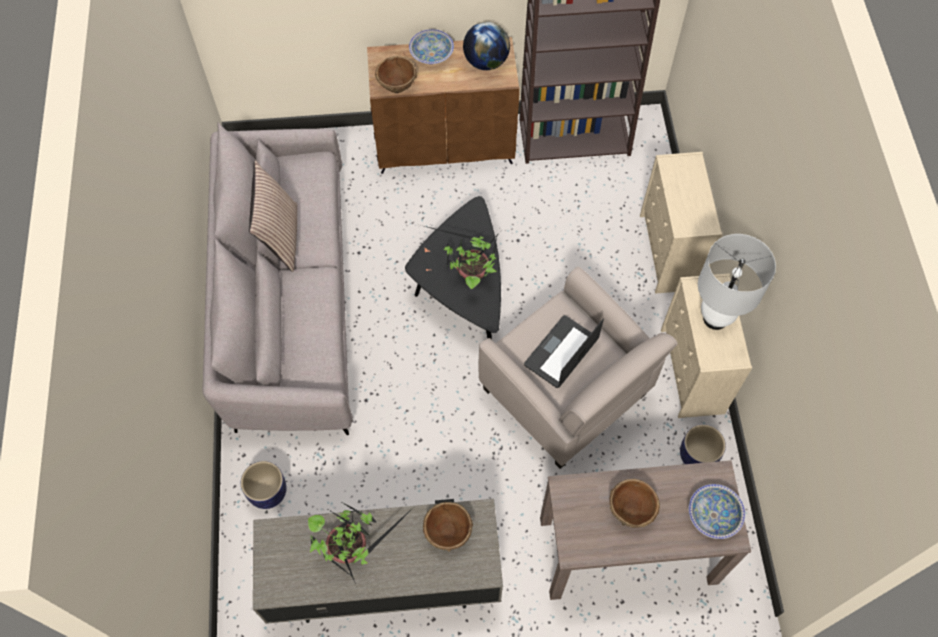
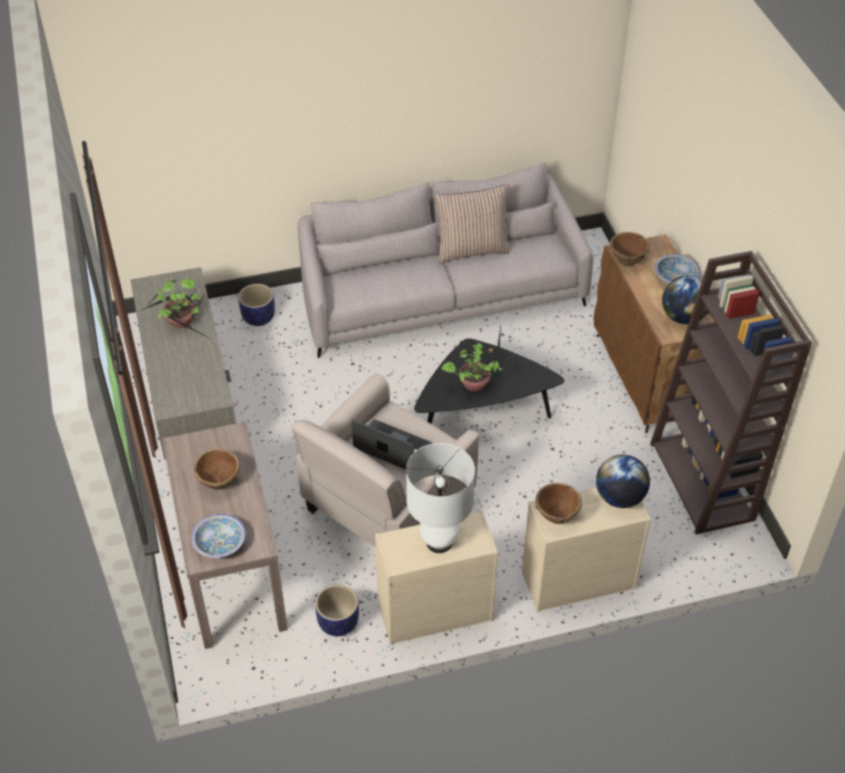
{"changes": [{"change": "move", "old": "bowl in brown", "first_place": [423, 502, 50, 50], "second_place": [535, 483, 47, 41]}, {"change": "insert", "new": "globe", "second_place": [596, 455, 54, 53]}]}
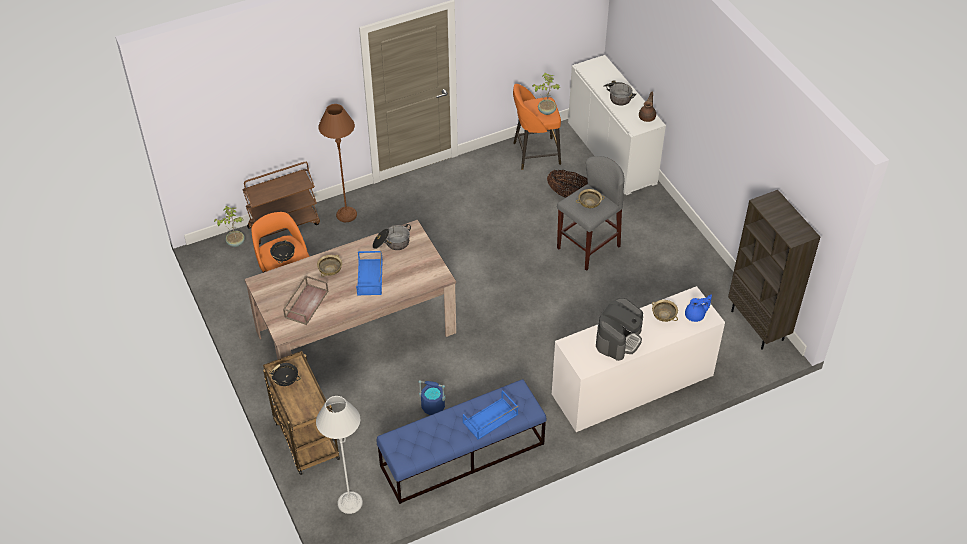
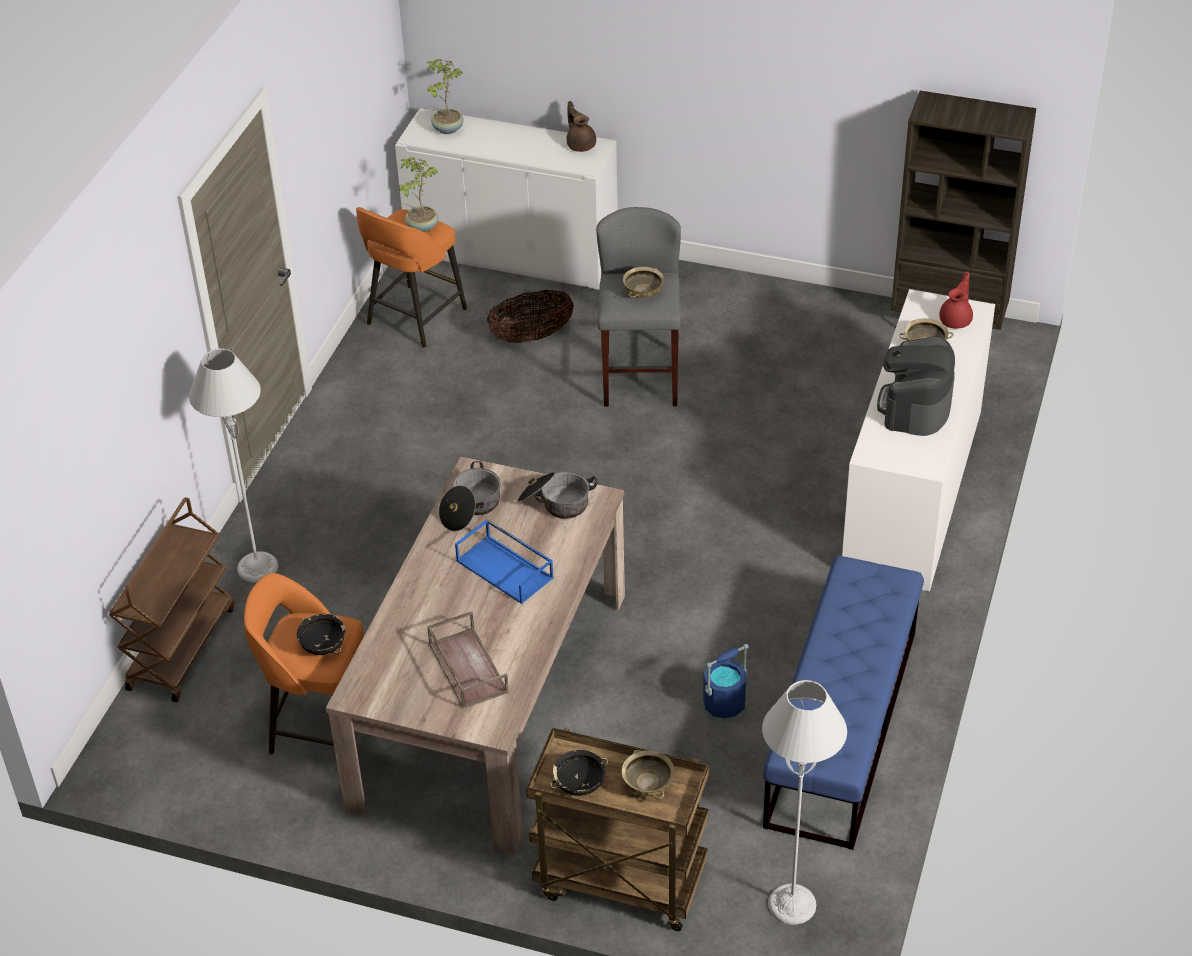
{"changes": [{"change": "move", "old": "potted plant", "first_place": [214, 206, 31, 41], "second_place": [427, 59, 37, 75]}, {"change": "move", "old": "bowl in beige", "first_place": [317, 255, 25, 22], "second_place": [622, 750, 53, 49]}, {"change": "recolor", "old": "floor lamp in brown", "new": "floor lamp in grey", "first_place": [318, 104, 39, 118], "second_place": [189, 348, 89, 235]}, {"change": "delete", "old": "tray in blue", "first_place": [463, 390, 55, 50]}, {"change": "rotate", "old": "coffee machine", "first_place": [596, 298, 47, 63], "second_place": [877, 336, 78, 100], "degrees": -150}, {"change": "move", "old": "cooking pot", "first_place": [604, 80, 32, 26], "second_place": [518, 471, 79, 48]}, {"change": "recolor", "old": "teapot in blue", "new": "teapot in red", "first_place": [685, 295, 27, 27], "second_place": [939, 272, 34, 56]}]}
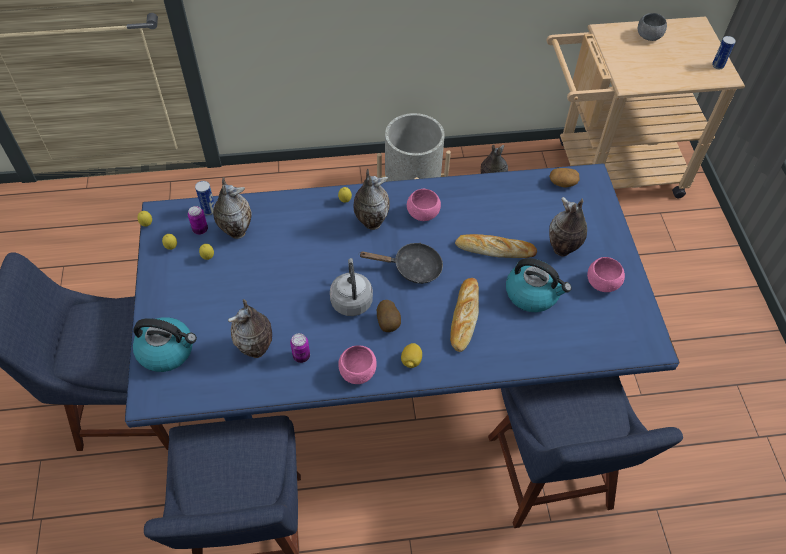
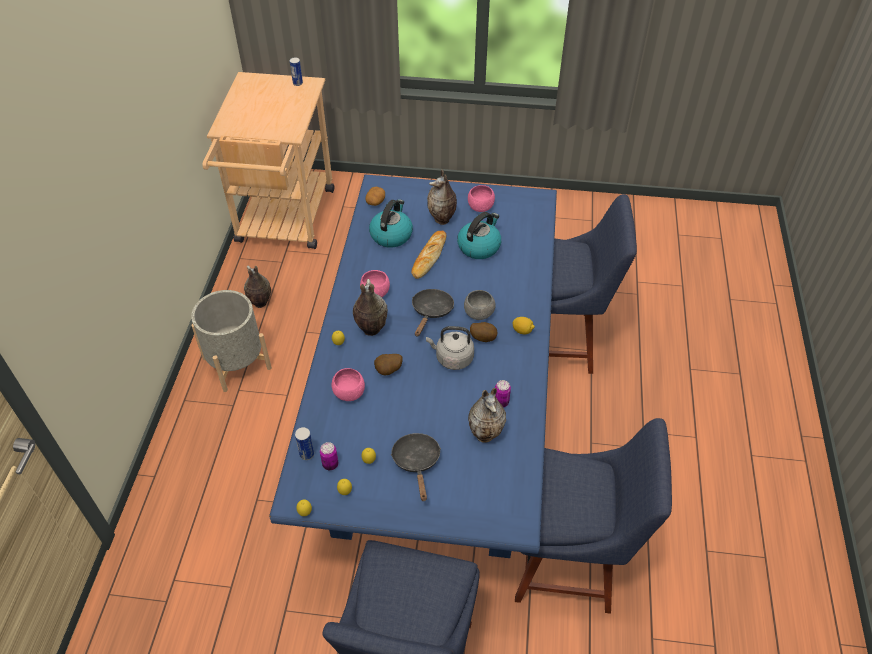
{"changes": [{"change": "move", "old": "kettle", "first_place": [133, 317, 64, 55], "second_place": [369, 199, 44, 49]}, {"change": "delete", "old": "vase", "first_place": [213, 177, 39, 62]}, {"change": "move", "old": "bowl in pink", "first_place": [338, 345, 39, 39], "second_place": [332, 368, 33, 33]}, {"change": "delete", "old": "bread", "first_place": [450, 278, 29, 74]}, {"change": "move", "old": "bowl in grey", "first_place": [638, 13, 29, 28], "second_place": [464, 290, 32, 30]}, {"change": "insert", "new": "potato", "second_place": [374, 354, 29, 21]}, {"change": "insert", "new": "frying pan in black", "second_place": [391, 433, 50, 68]}]}
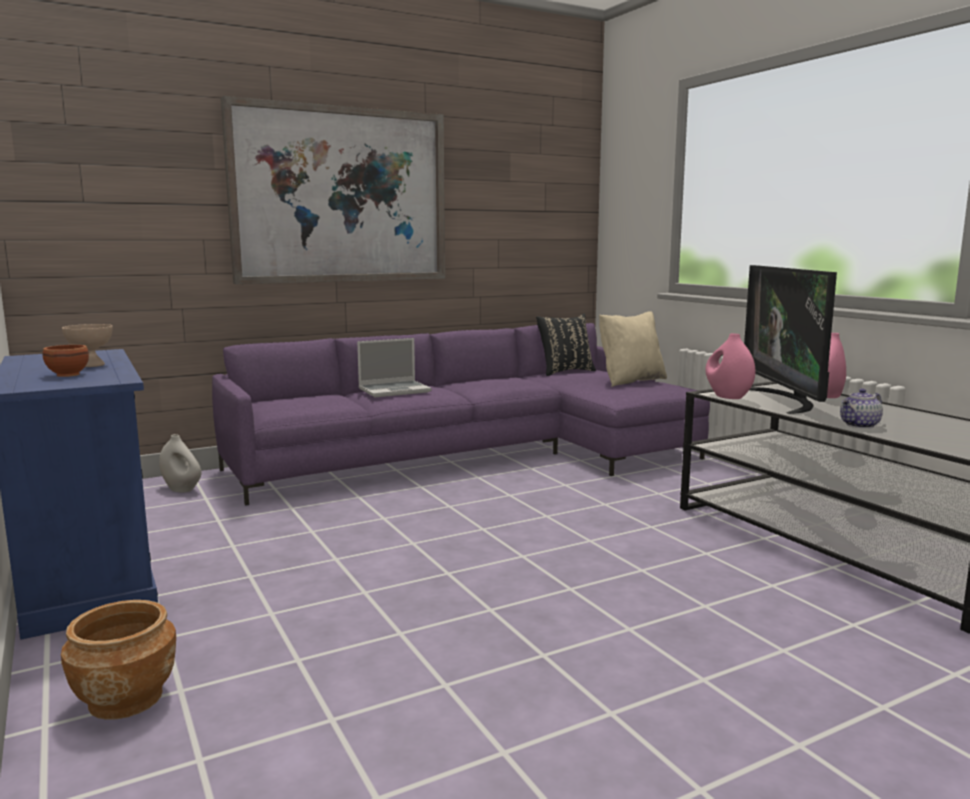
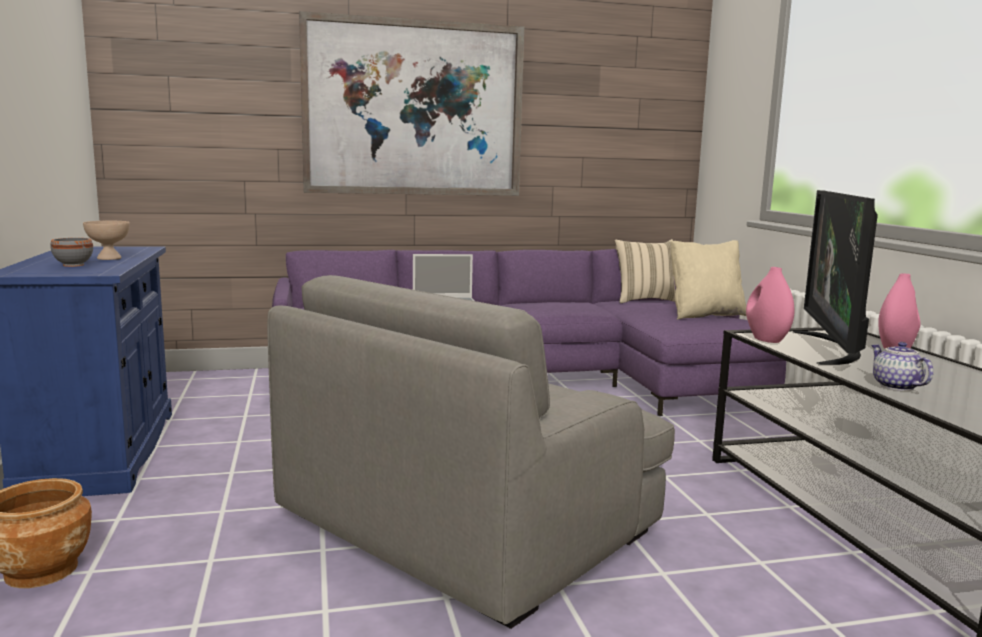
{"changes": [{"change": "recolor", "old": "bowl in brown", "new": "bowl in grey", "first_place": [43, 345, 46, 32], "second_place": [51, 238, 42, 29]}, {"change": "delete", "old": "vase in white", "first_place": [159, 434, 43, 59]}, {"change": "recolor", "old": "pillow in black", "new": "pillow in beige", "first_place": [536, 314, 60, 62], "second_place": [615, 239, 60, 64]}, {"change": "rotate", "old": "teapot", "first_place": [840, 388, 43, 41], "second_place": [871, 342, 62, 49], "degrees": 90}, {"change": "insert", "new": "armchair in grey", "second_place": [267, 275, 408, 354]}]}
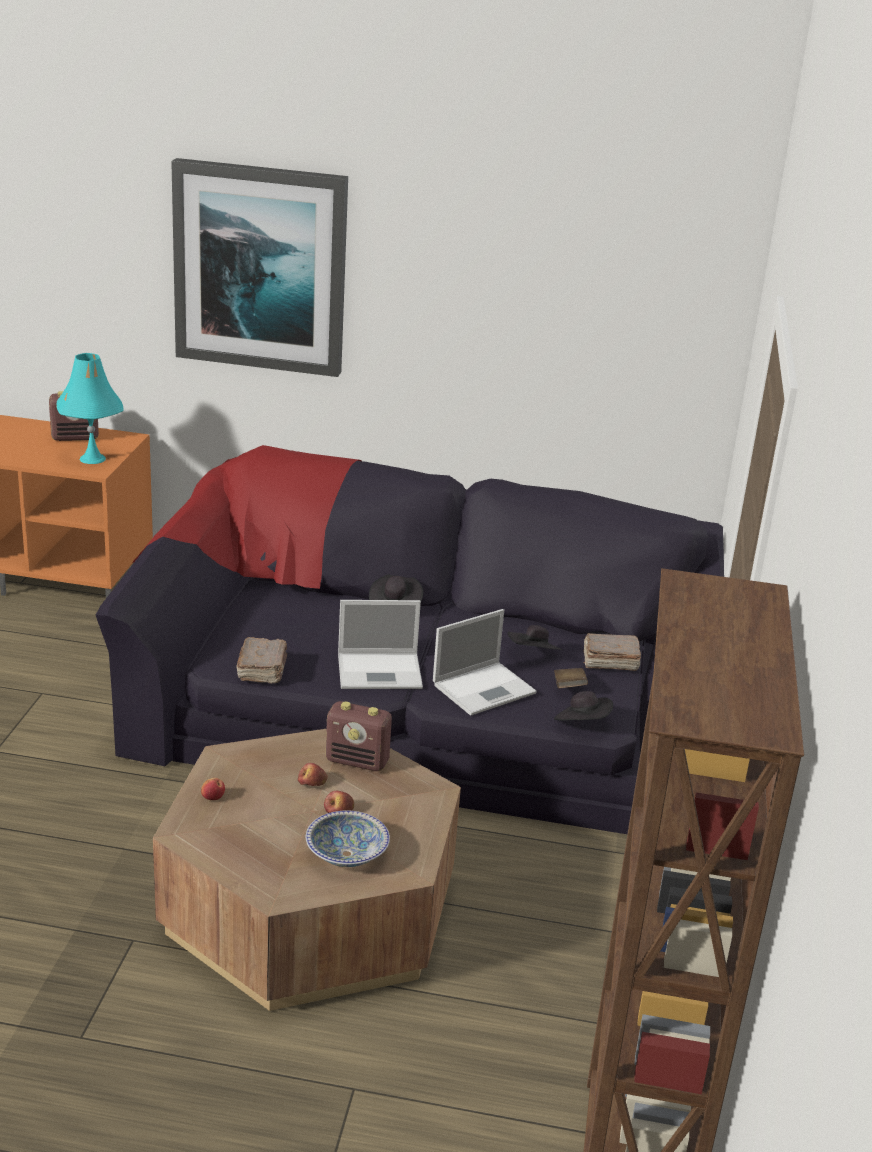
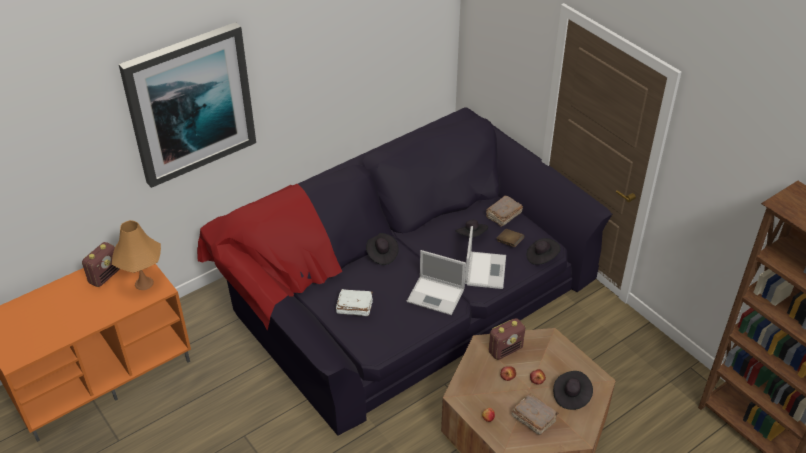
{"changes": [{"change": "recolor", "old": "table lamp in turquoise", "new": "table lamp in orange", "first_place": [57, 353, 66, 111], "second_place": [112, 220, 49, 70]}, {"change": "move", "old": "book in brown", "first_place": [237, 637, 50, 47], "second_place": [512, 394, 47, 41]}, {"change": "replace", "old": "bowl", "new": "hat in black", "first_place": [306, 811, 84, 56], "second_place": [553, 371, 40, 39]}, {"change": "rotate", "old": "laptop", "first_place": [338, 600, 85, 89], "second_place": [407, 250, 59, 65], "degrees": 75}, {"change": "insert", "new": "book in white", "second_place": [336, 289, 37, 27]}]}
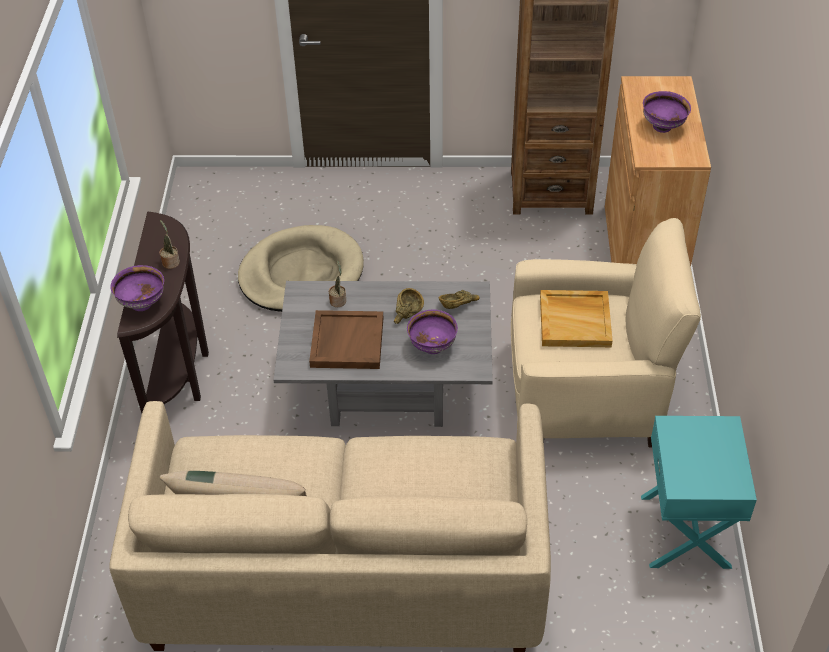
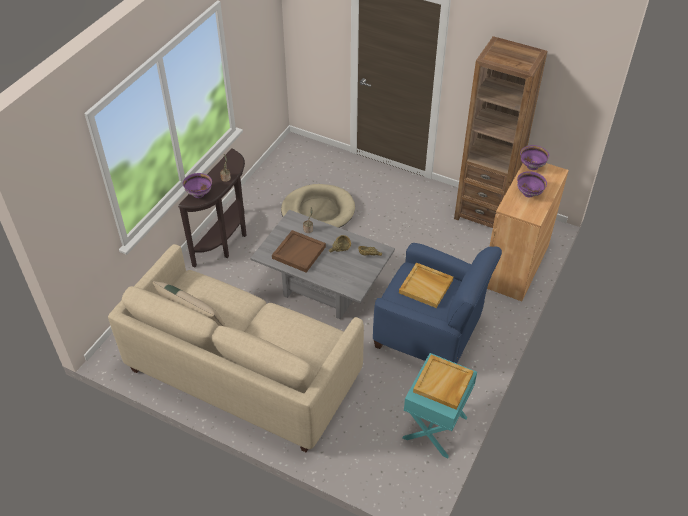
{"changes": [{"change": "move", "old": "bowl in purple", "first_place": [407, 310, 51, 44], "second_place": [520, 145, 29, 25]}, {"change": "recolor", "old": "armchair in beige", "new": "armchair in blue", "first_place": [511, 218, 190, 229], "second_place": [373, 243, 129, 120]}, {"change": "insert", "new": "tray in beige", "second_place": [413, 355, 60, 55]}]}
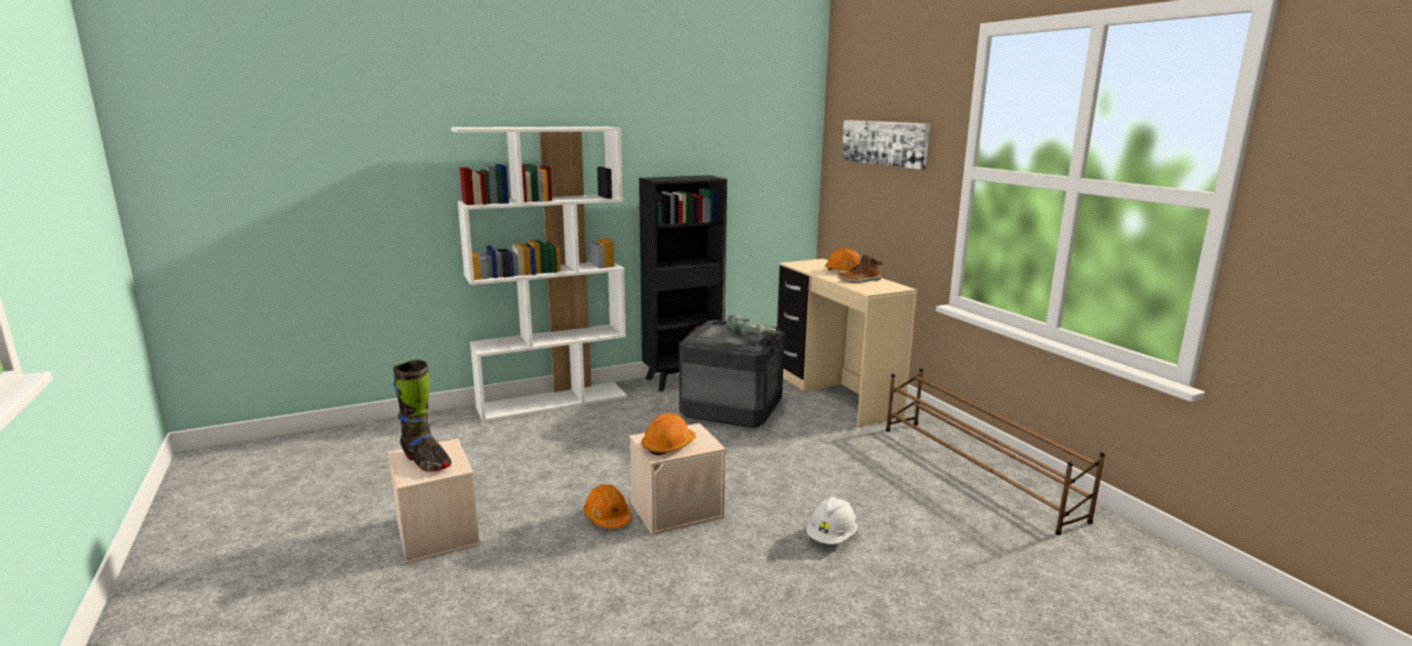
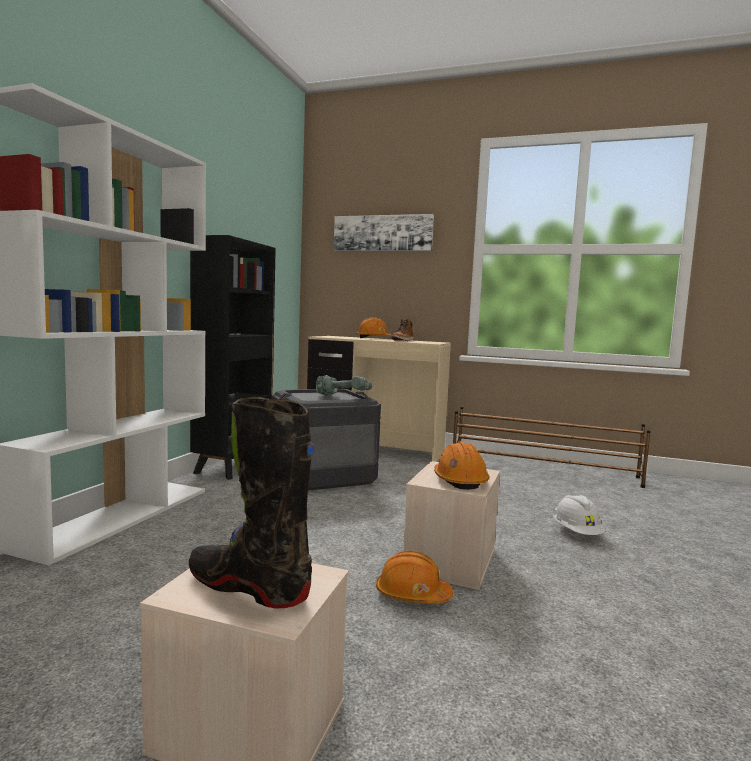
{"changes": [{"change": "rotate", "old": "boot in black", "first_place": [393, 360, 59, 112], "second_place": [188, 397, 127, 211], "degrees": -150}]}
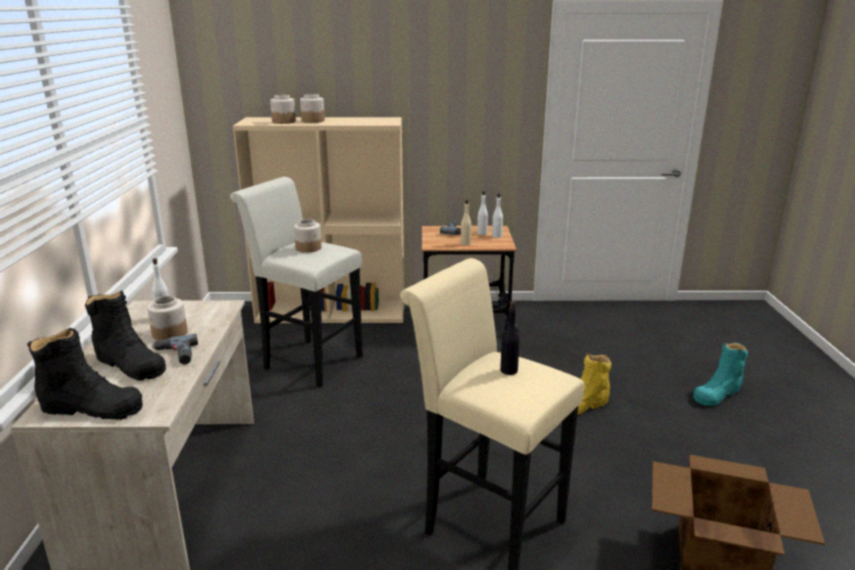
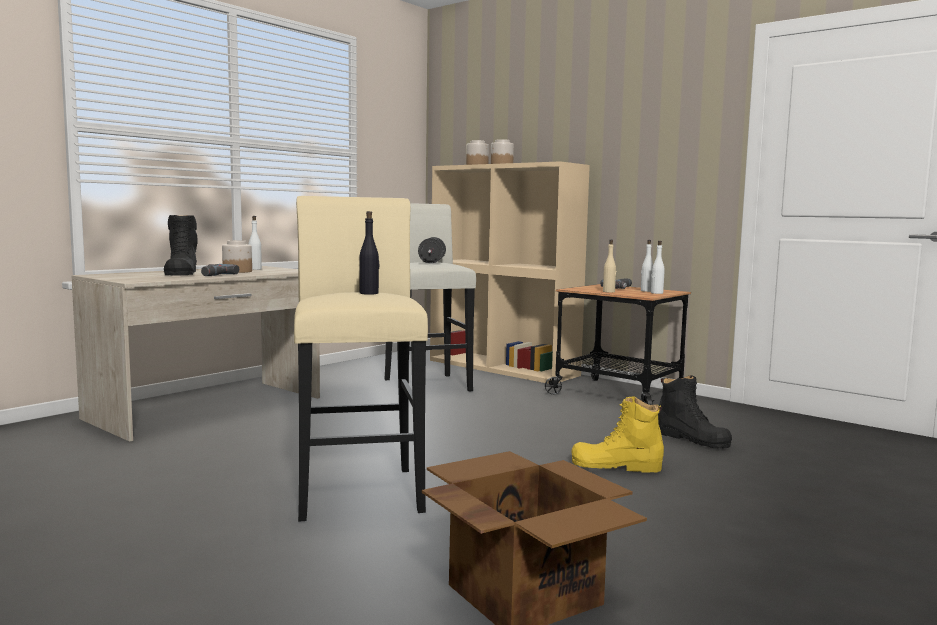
{"changes": [{"change": "move", "old": "boot in black", "first_place": [27, 328, 116, 92], "second_place": [658, 375, 74, 74]}, {"change": "replace", "old": "jar", "new": "dumbbell in black", "first_place": [294, 219, 28, 34], "second_place": [418, 237, 28, 27]}, {"change": "delete", "old": "boot in turquoise", "first_place": [693, 342, 55, 64]}]}
